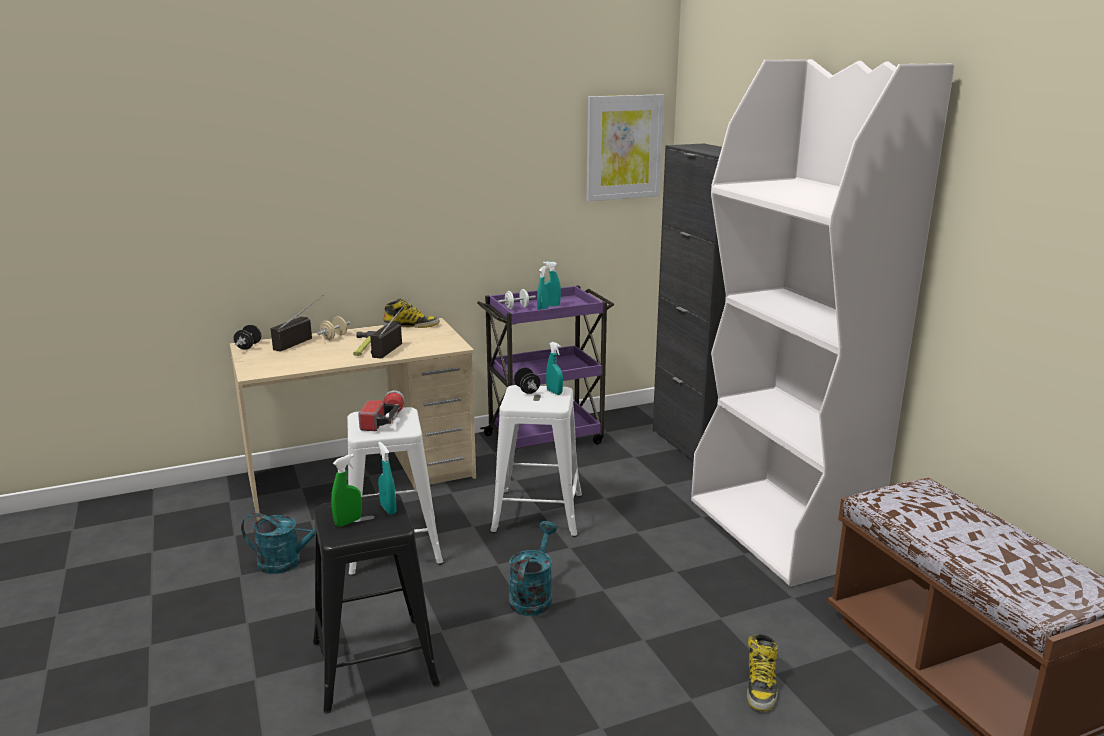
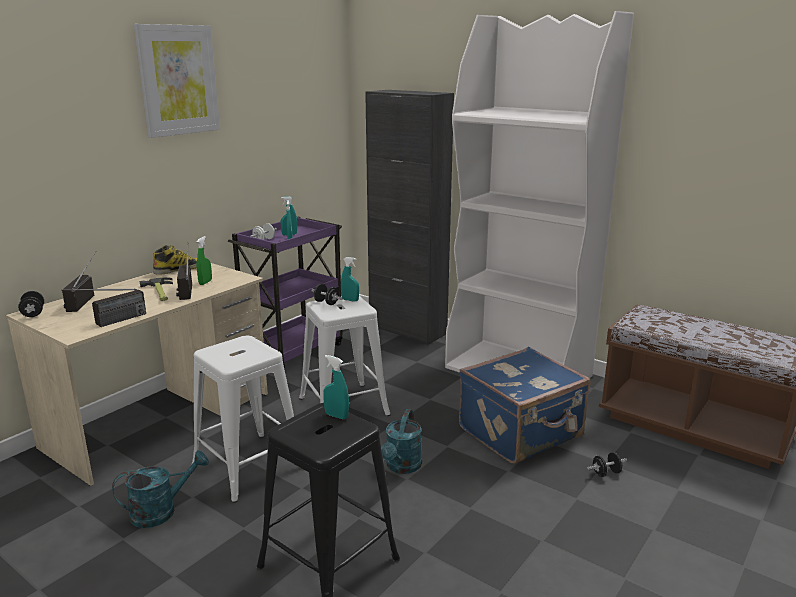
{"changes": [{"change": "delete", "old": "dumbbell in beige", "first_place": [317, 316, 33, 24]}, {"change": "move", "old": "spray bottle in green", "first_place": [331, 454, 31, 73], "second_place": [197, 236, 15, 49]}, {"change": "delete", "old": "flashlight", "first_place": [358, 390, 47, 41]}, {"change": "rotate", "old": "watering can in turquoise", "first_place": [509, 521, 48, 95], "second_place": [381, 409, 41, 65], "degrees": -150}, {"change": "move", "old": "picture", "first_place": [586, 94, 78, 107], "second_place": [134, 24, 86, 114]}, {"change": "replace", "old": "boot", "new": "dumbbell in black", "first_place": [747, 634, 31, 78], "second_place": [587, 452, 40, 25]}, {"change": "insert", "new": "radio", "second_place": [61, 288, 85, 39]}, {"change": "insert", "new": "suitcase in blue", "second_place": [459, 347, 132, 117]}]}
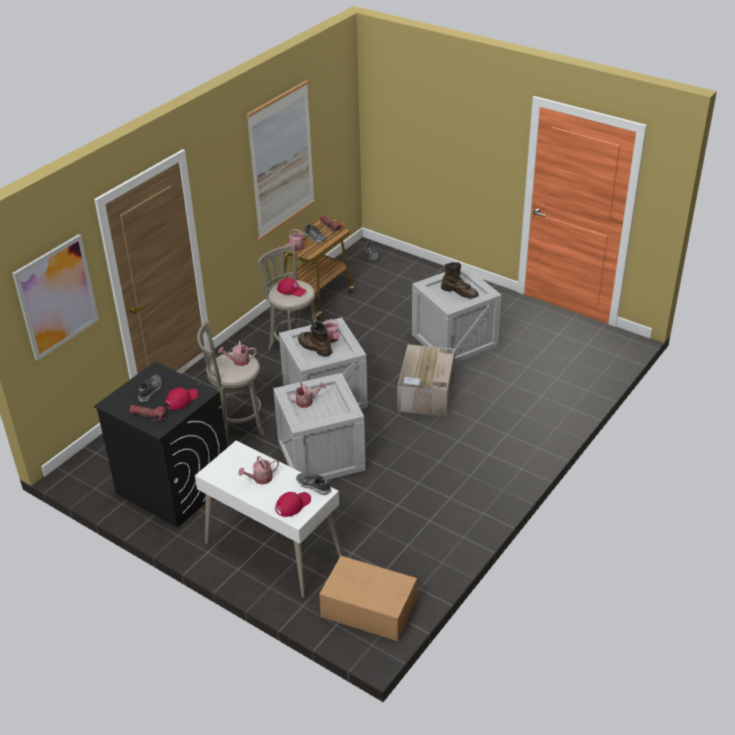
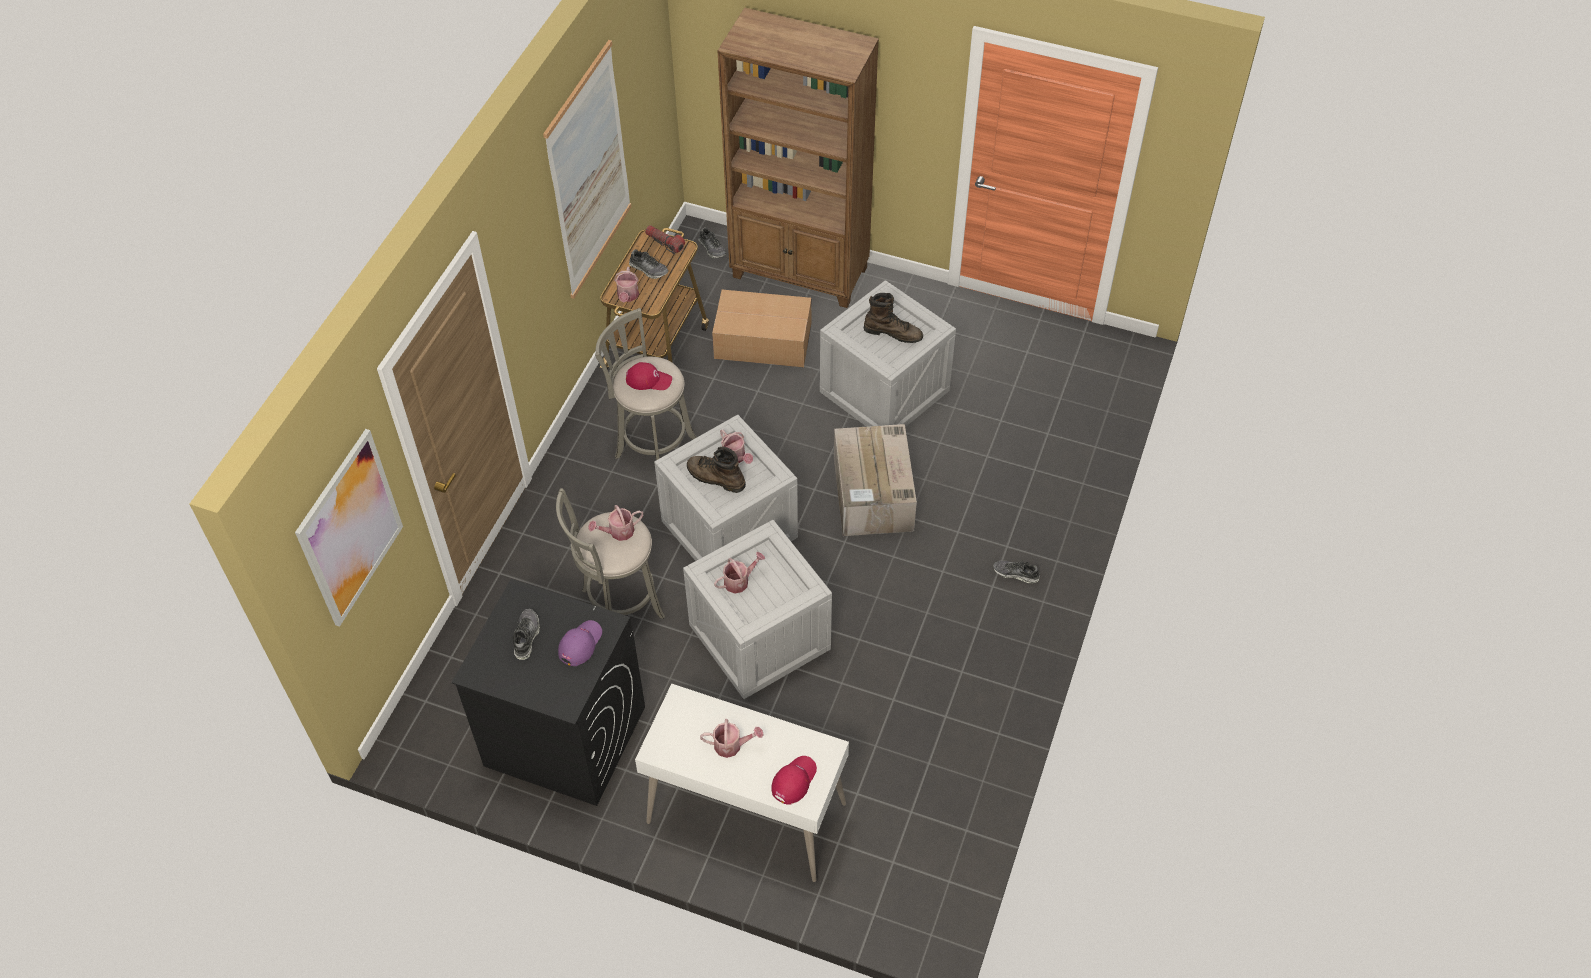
{"changes": [{"change": "delete", "old": "flashlight", "first_place": [130, 405, 36, 17]}, {"change": "recolor", "old": "cap in red", "new": "cap in purple", "first_place": [165, 388, 34, 22], "second_place": [558, 620, 44, 46]}, {"change": "rotate", "old": "watering can", "first_place": [238, 456, 41, 29], "second_place": [700, 719, 64, 39], "degrees": -135}, {"change": "move", "old": "shoe", "first_place": [296, 473, 35, 22], "second_place": [993, 560, 47, 23]}, {"change": "move", "old": "cardboard box", "first_place": [319, 556, 98, 85], "second_place": [712, 290, 99, 77]}, {"change": "insert", "new": "bookcase in brown", "second_place": [717, 8, 162, 300]}]}
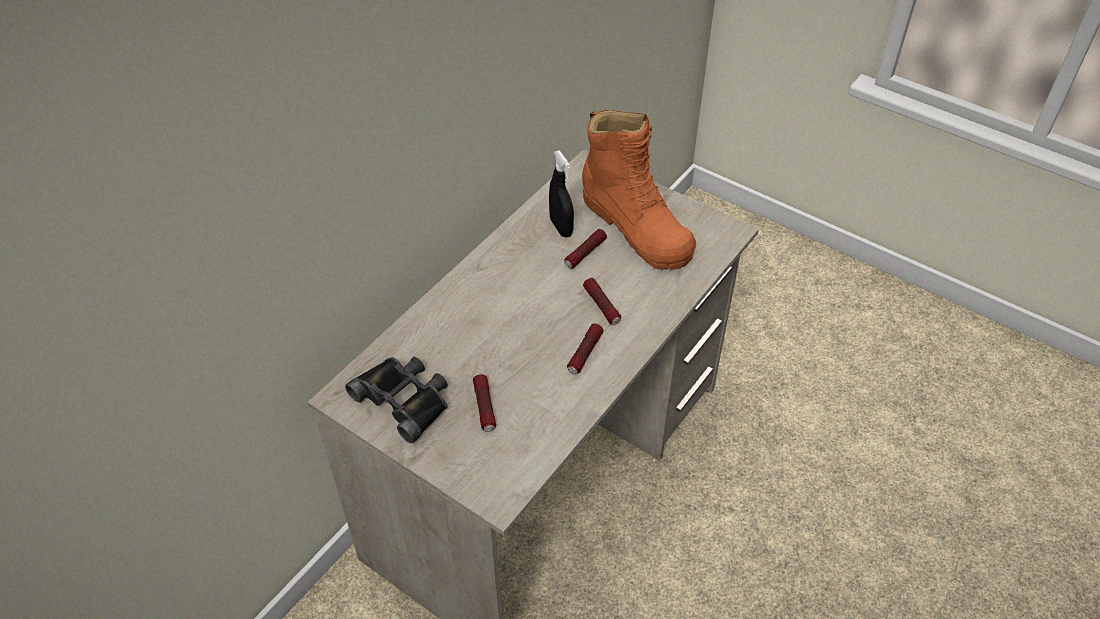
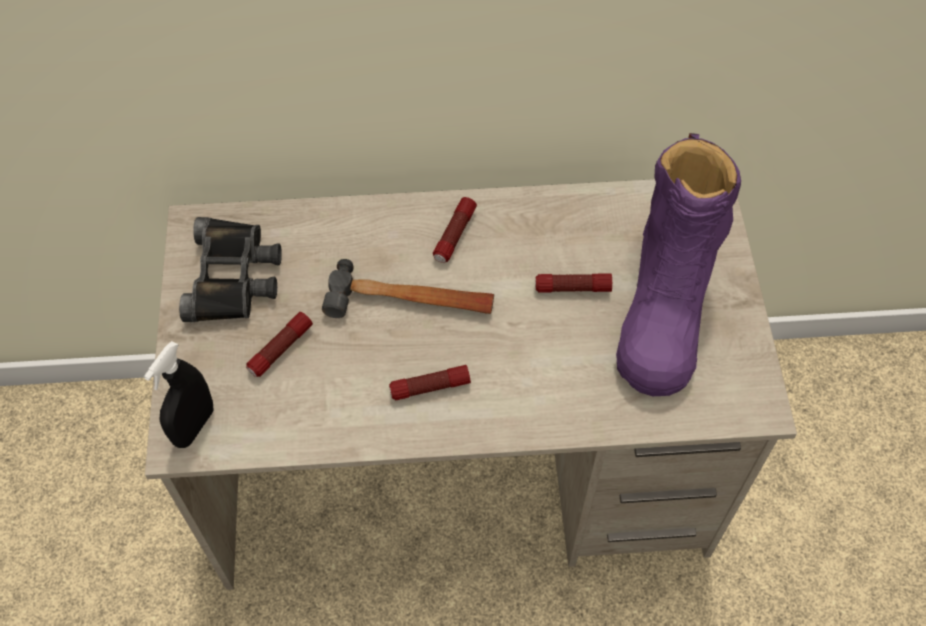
{"changes": [{"change": "move", "old": "spray bottle in black", "first_place": [549, 150, 25, 87], "second_place": [144, 341, 70, 107]}, {"change": "recolor", "old": "boot in orange", "new": "boot in purple", "first_place": [582, 110, 114, 160], "second_place": [616, 133, 125, 263]}, {"change": "move", "old": "flashlight", "first_place": [583, 278, 38, 47], "second_place": [433, 197, 44, 66]}, {"change": "insert", "new": "hammer", "second_place": [322, 259, 172, 59]}]}
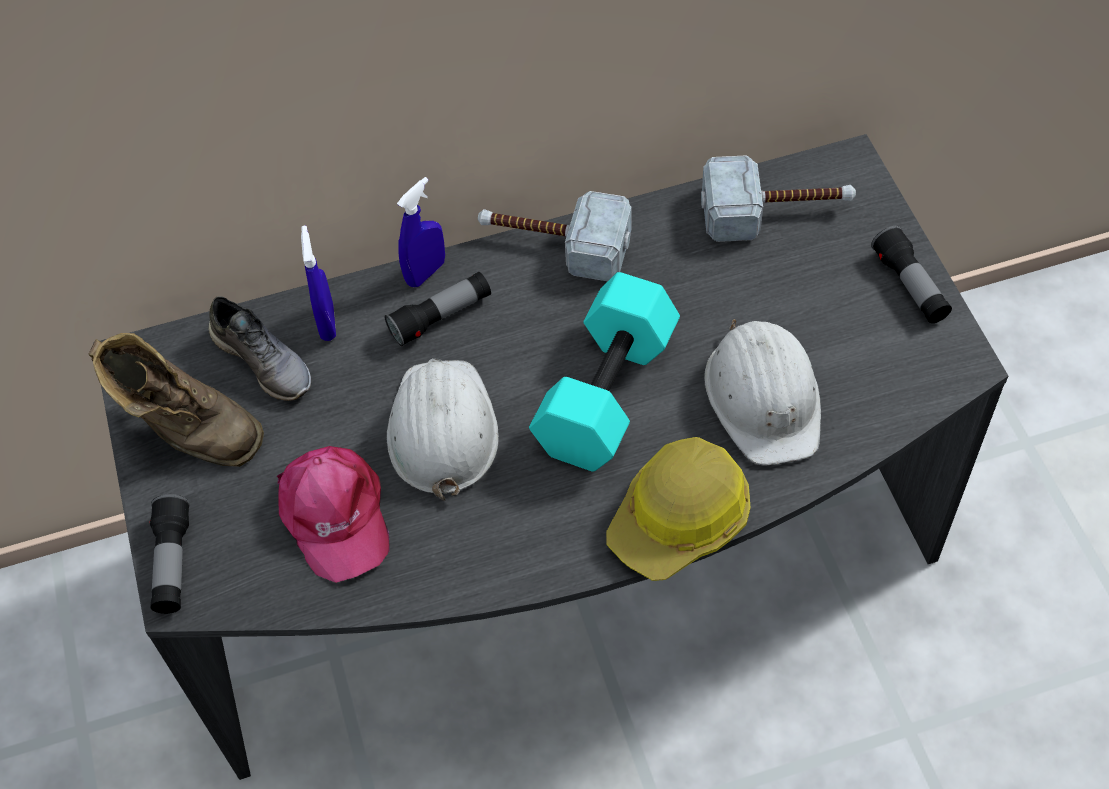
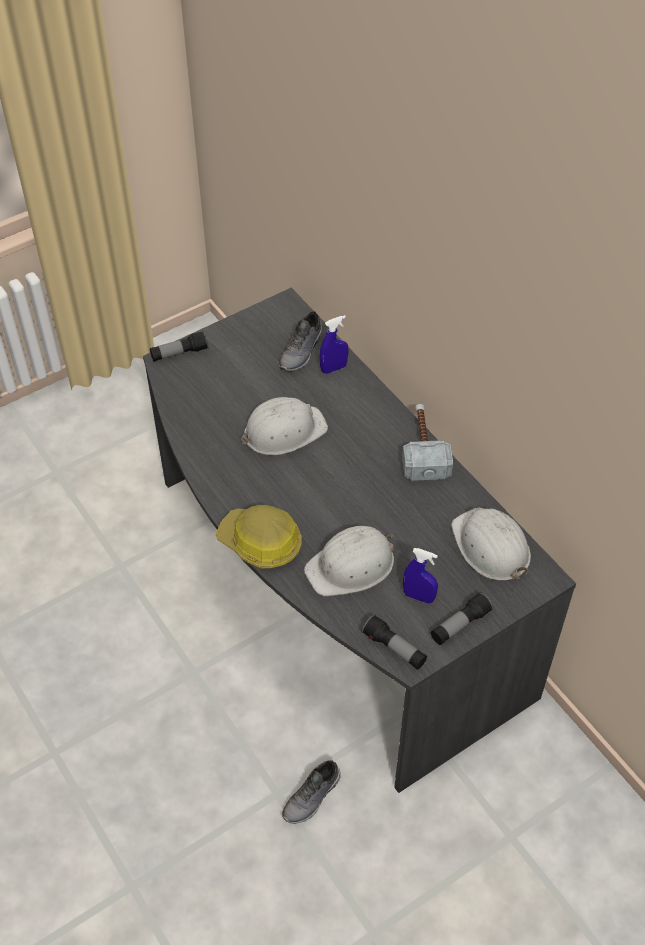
{"changes": [{"change": "delete", "old": "boot in brown", "first_place": [89, 333, 175, 134]}, {"change": "delete", "old": "cap in pink", "first_place": [277, 446, 113, 137]}, {"change": "move", "old": "flashlight", "first_place": [384, 272, 107, 75], "second_place": [362, 614, 65, 56]}, {"change": "move", "old": "spray bottle in blue", "first_place": [397, 177, 48, 110], "second_place": [403, 548, 35, 56]}, {"change": "delete", "old": "dumbbell in turquoise", "first_place": [529, 272, 151, 200]}, {"change": "replace", "old": "hammer", "new": "hard hat in white", "first_place": [701, 155, 155, 87], "second_place": [451, 507, 80, 74]}, {"change": "insert", "new": "shoe in grey", "second_place": [282, 760, 59, 64]}]}
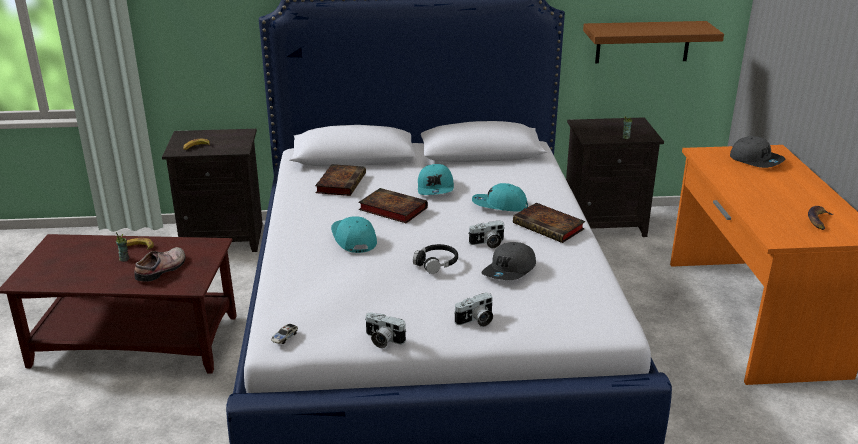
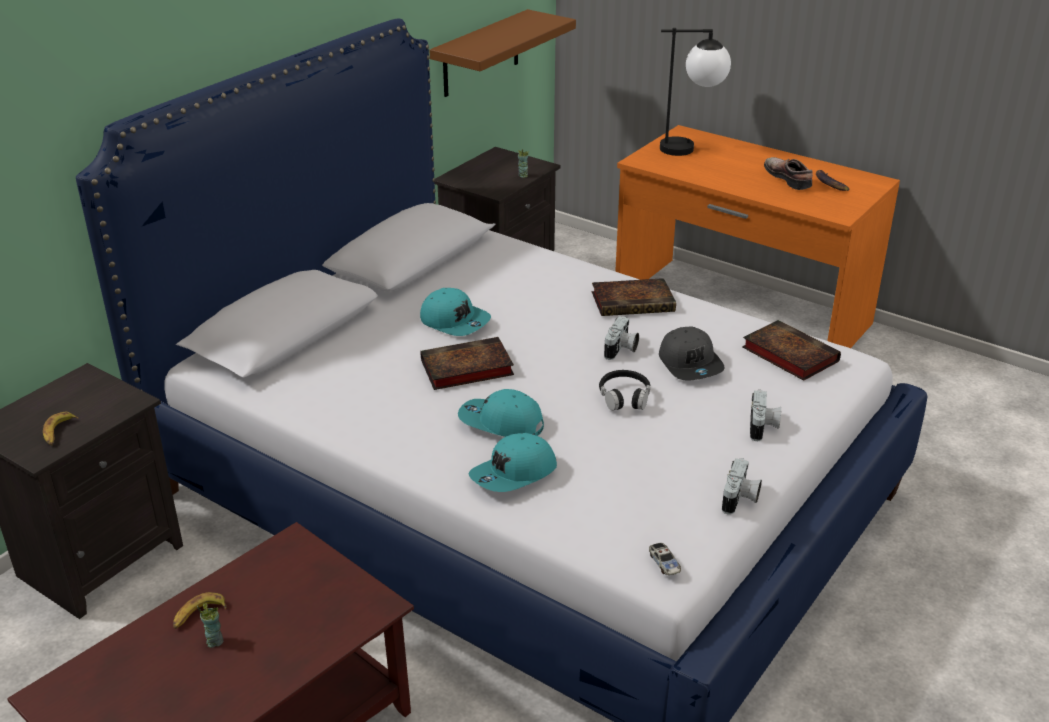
{"changes": [{"change": "move", "old": "shoe", "first_place": [134, 247, 51, 34], "second_place": [764, 157, 49, 33]}, {"change": "move", "old": "book", "first_place": [315, 164, 51, 32], "second_place": [742, 320, 99, 61]}, {"change": "rotate", "old": "photo camera", "first_place": [365, 312, 41, 36], "second_place": [722, 458, 40, 56], "degrees": -45}, {"change": "move", "old": "cap in turquoise", "first_place": [472, 183, 56, 29], "second_place": [469, 433, 88, 59]}, {"change": "replace", "old": "cap in grey", "new": "table lamp", "first_place": [730, 136, 55, 32], "second_place": [660, 28, 71, 128]}]}
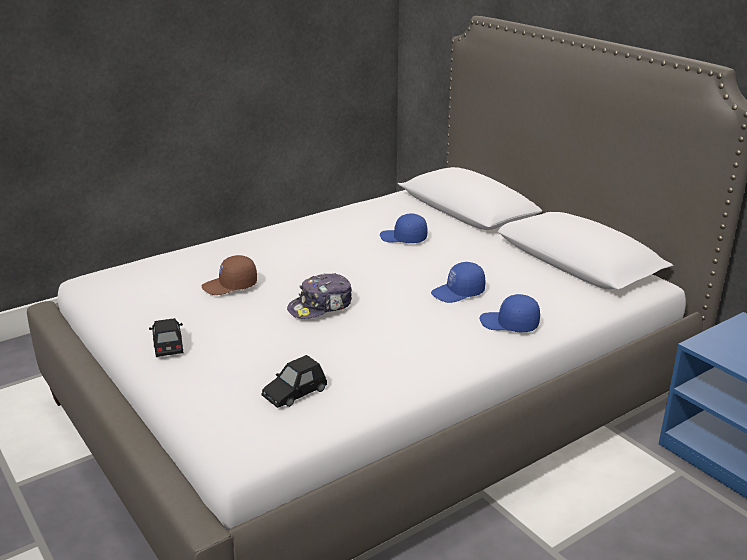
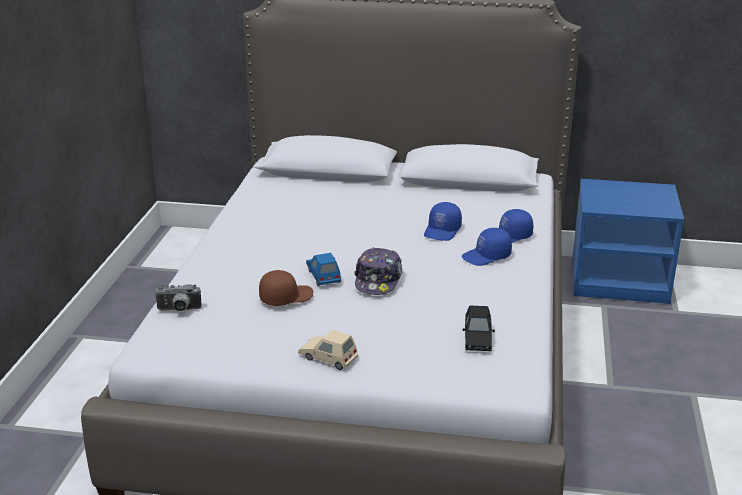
{"changes": [{"change": "recolor", "old": "toy car in black", "new": "toy car in beige", "first_place": [149, 318, 34, 39], "second_place": [298, 330, 60, 40]}, {"change": "rotate", "old": "cap in brown", "first_place": [202, 255, 55, 40], "second_place": [259, 270, 54, 36], "degrees": -150}, {"change": "move", "old": "cap in blue", "first_place": [380, 213, 48, 30], "second_place": [462, 228, 50, 38]}, {"change": "insert", "new": "photo camera", "second_place": [155, 284, 47, 28]}, {"change": "insert", "new": "toy car in blue", "second_place": [306, 253, 35, 33]}]}
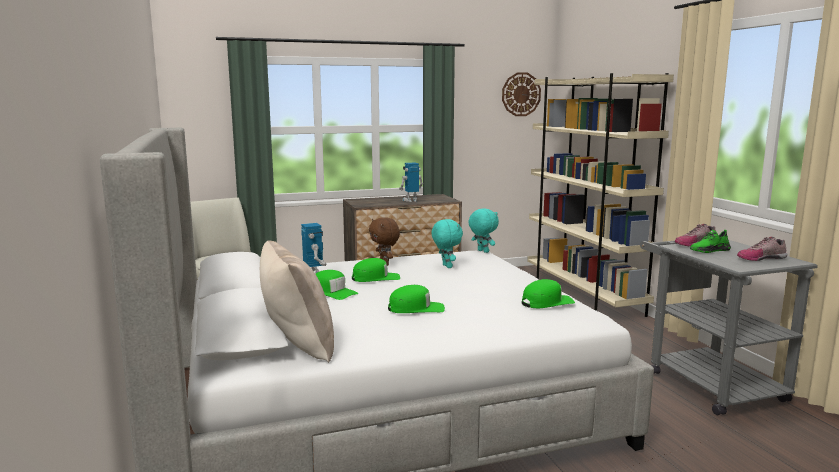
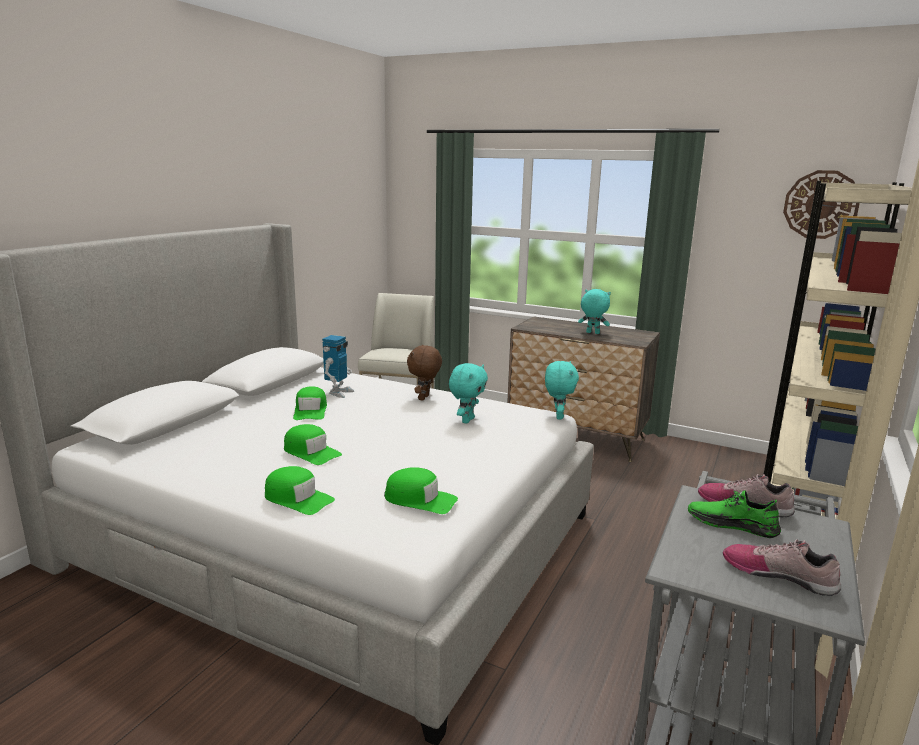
{"changes": [{"change": "delete", "old": "pillow in beige", "first_place": [260, 241, 74, 122]}, {"change": "move", "old": "cap in green", "first_place": [352, 258, 48, 24], "second_place": [265, 466, 70, 49]}, {"change": "replace", "old": "toy robot", "new": "plush toy in turquoise", "first_place": [399, 163, 24, 39], "second_place": [578, 289, 33, 45]}]}
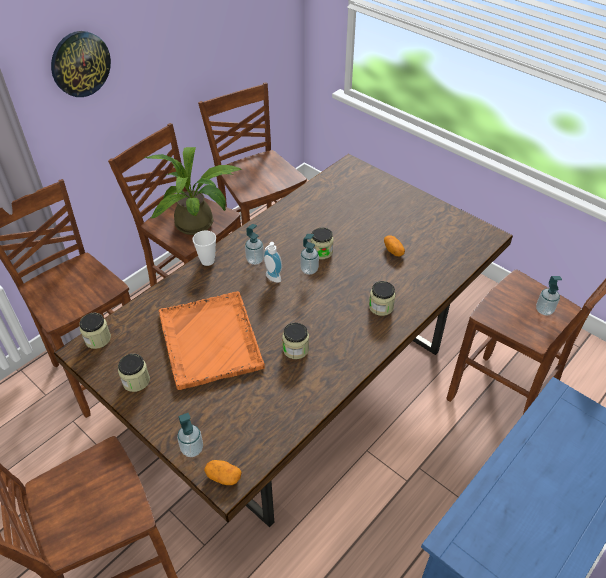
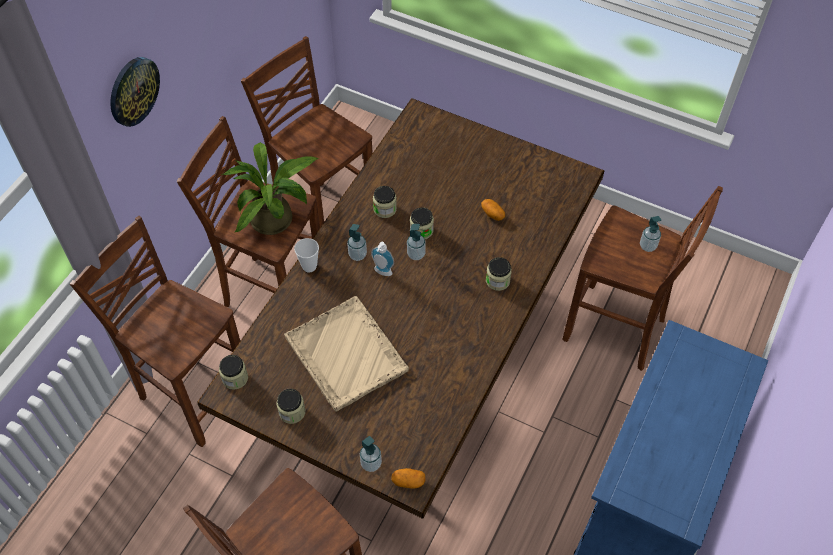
{"changes": [{"change": "recolor", "old": "tray in orange", "new": "tray in beige", "first_place": [159, 291, 106, 99], "second_place": [284, 296, 125, 116]}, {"change": "move", "old": "jar", "first_place": [282, 323, 27, 36], "second_place": [373, 186, 24, 32]}]}
